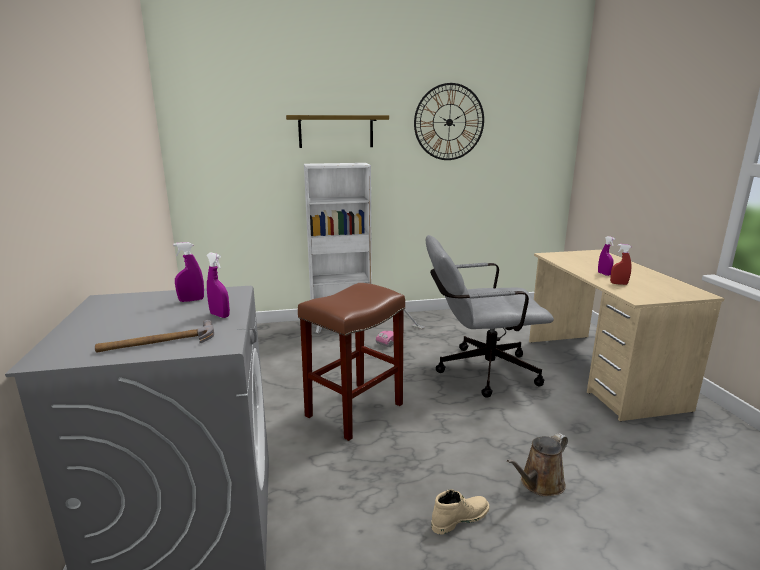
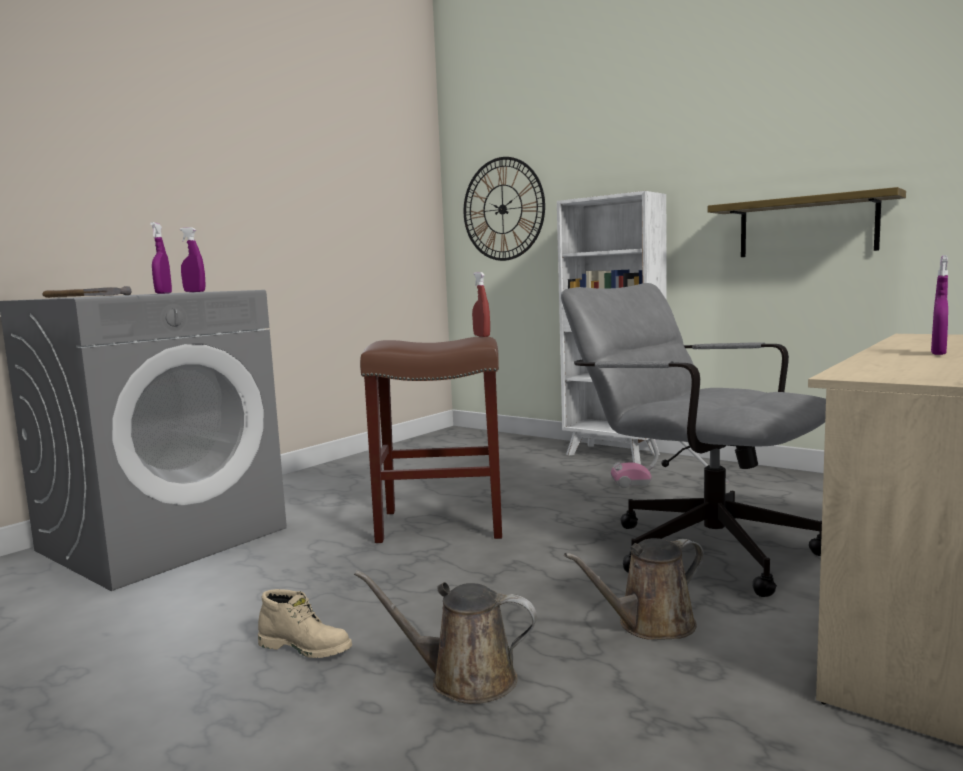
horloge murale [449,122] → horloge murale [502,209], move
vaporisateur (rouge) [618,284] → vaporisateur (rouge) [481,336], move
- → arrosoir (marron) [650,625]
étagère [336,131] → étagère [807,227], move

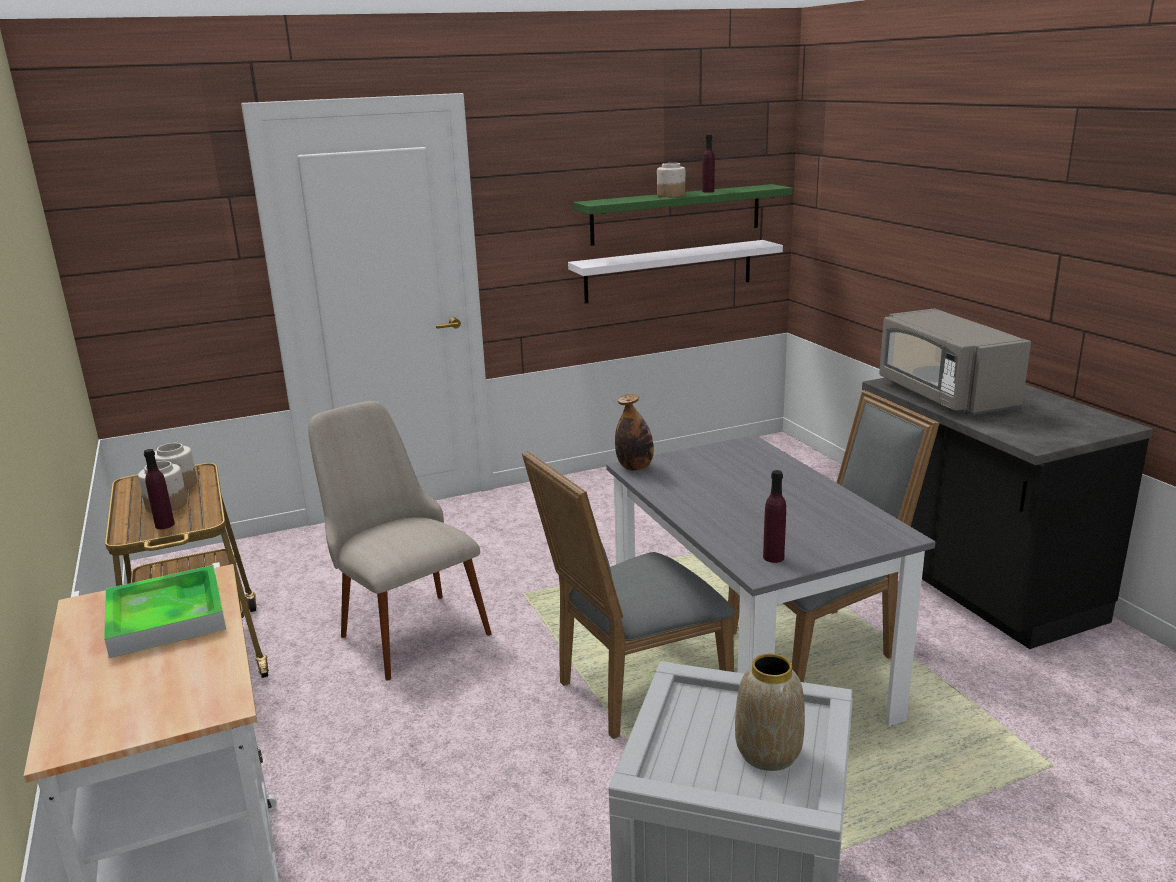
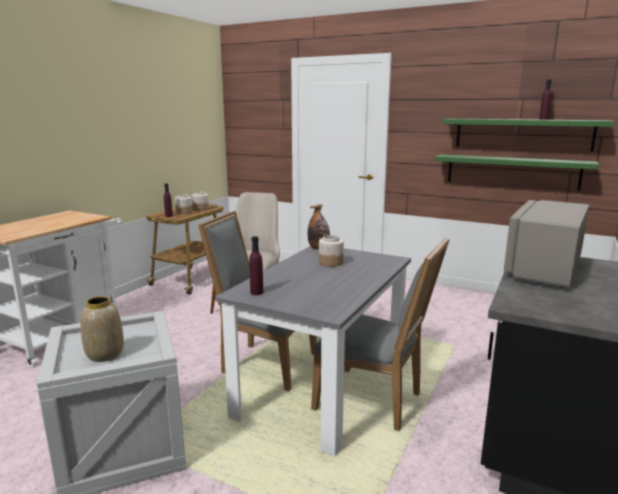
bocal [670,195] → bocal [330,262], move
étagère (blanc) [669,271] → étagère (vert) [511,171]
plateau [166,617] → -

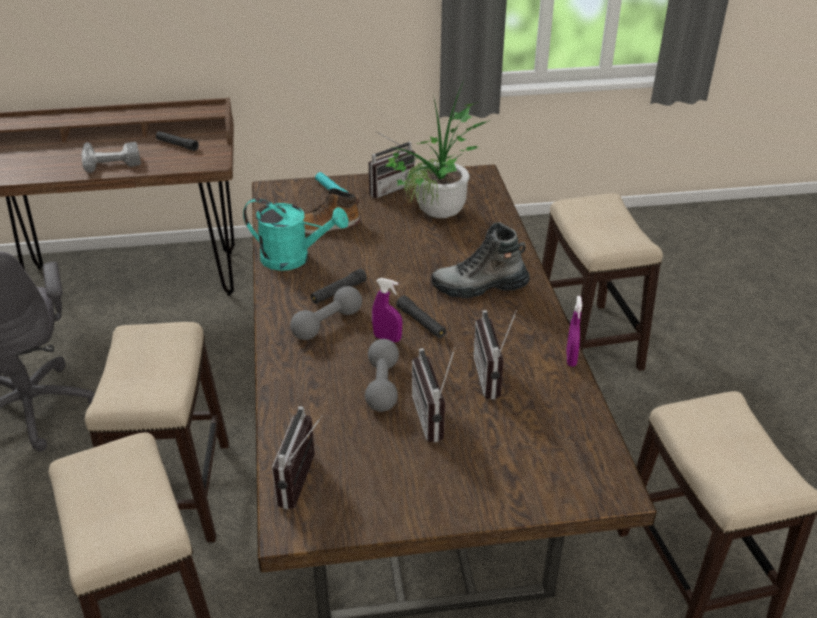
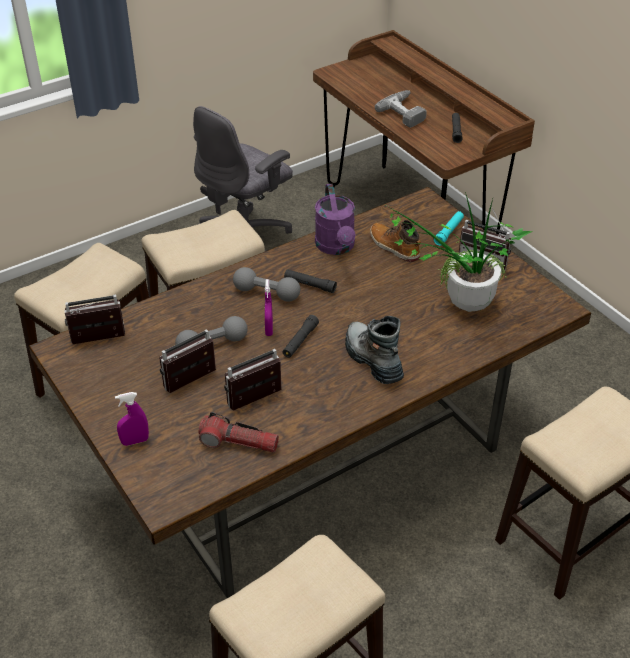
vaporisateur (violet) [571,358] → vaporisateur (violet) [135,441], move
- → lampe de poche [239,443]
arrosoir (turquoise) [294,258] → arrosoir (violet) [336,247]

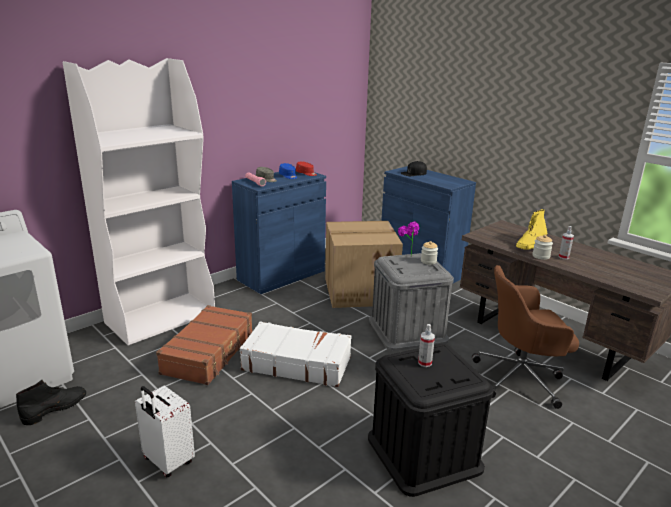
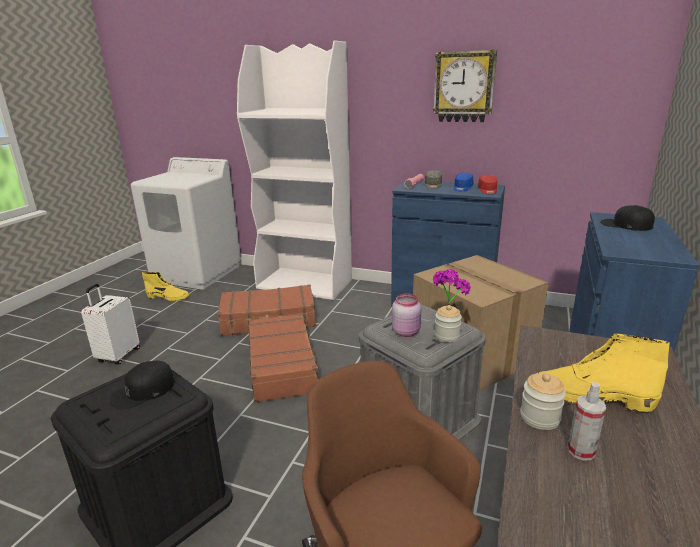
vaporisateur [424,363] → casquette (noir) [143,391]
botte (noir) [55,408] → botte (jaune) [168,297]
valise (blanc) [296,363] → valise (marron) [283,365]
- → bocal (rose) [406,332]
- → horloge murale [464,87]

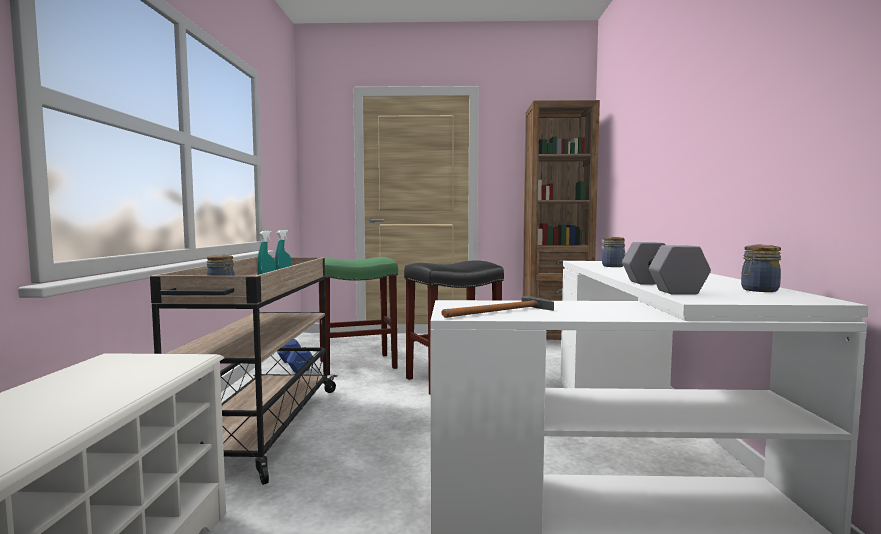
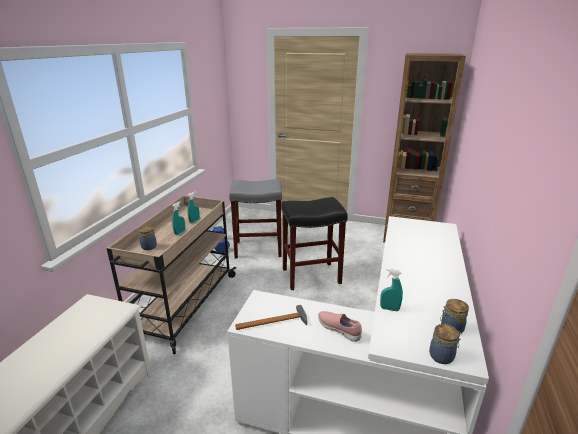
tabouret (vert) [356,364] → tabouret (gris) [257,249]
- → chaussure (rose) [339,330]
haltère (gris) [659,287] → vaporisateur (turquoise) [389,309]
bocal [614,266] → bocal [442,356], move

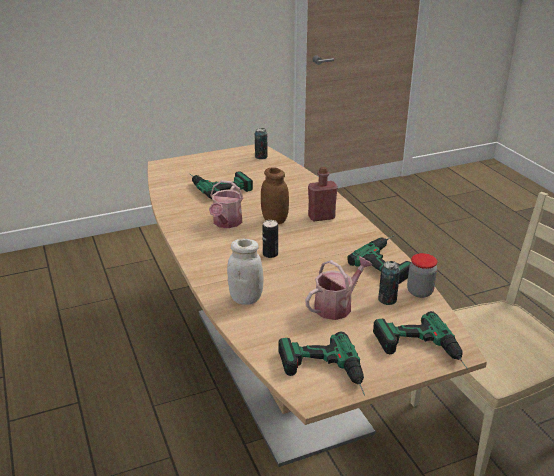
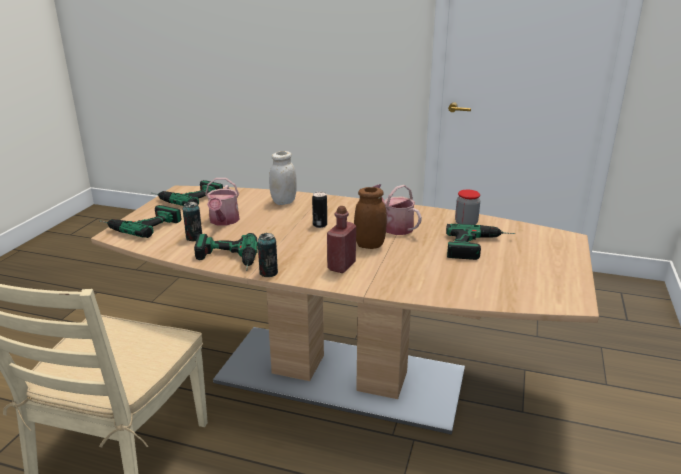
boîte métallique [261,157] → boîte métallique [268,273], move
bocal [420,292] → bocal [466,223], move

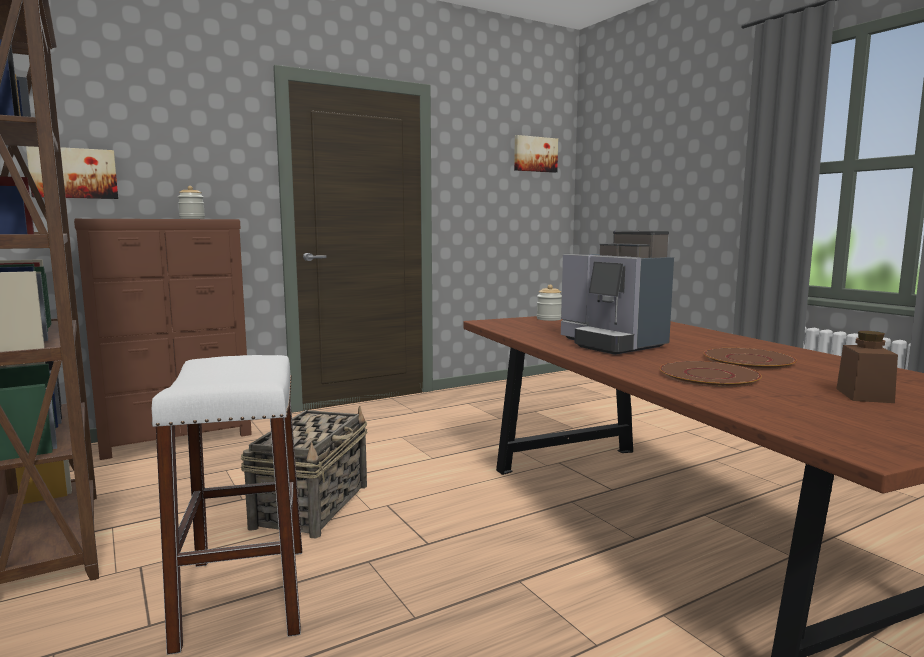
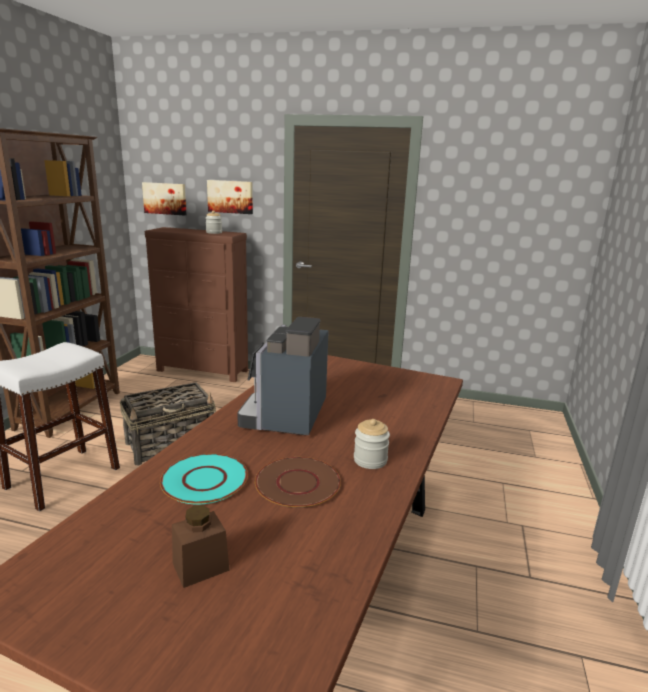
assiette (marron) [708,376] → assiette (turquoise) [204,479]
tableau [535,154] → tableau [230,196], move
bocal [549,319] → bocal [370,460], move

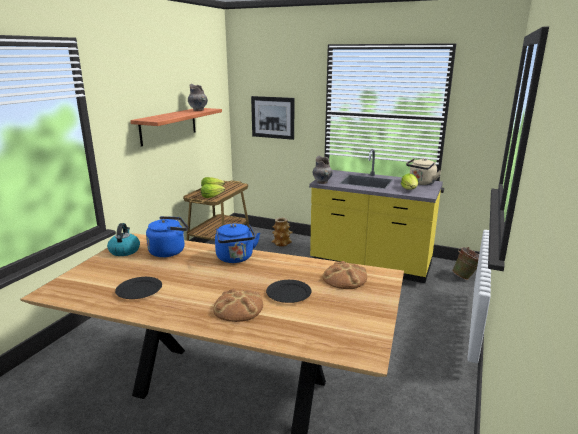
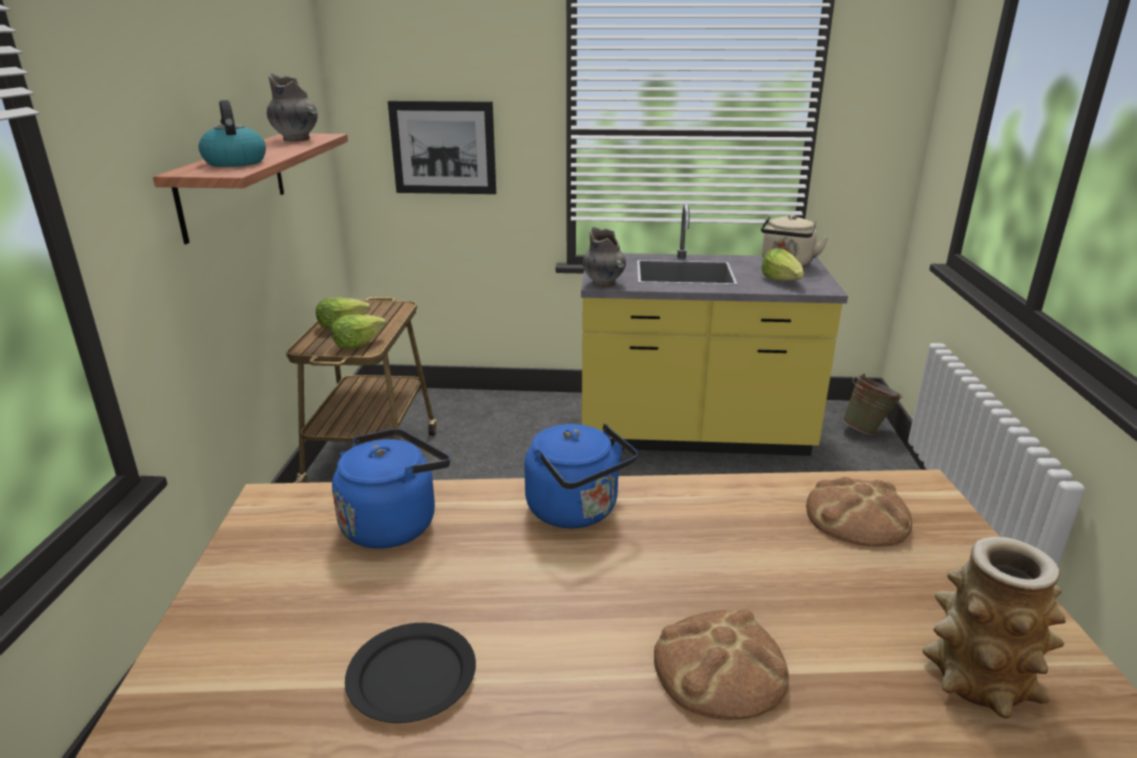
bouilloire [124,251] → bouilloire [235,162], move
vase [282,243] → vase [979,677], move
assiette (noir) [288,293] → -

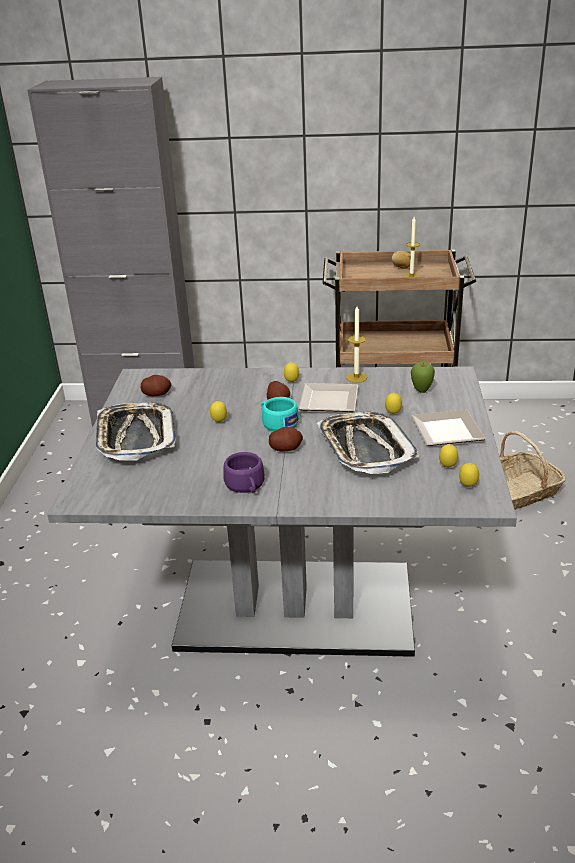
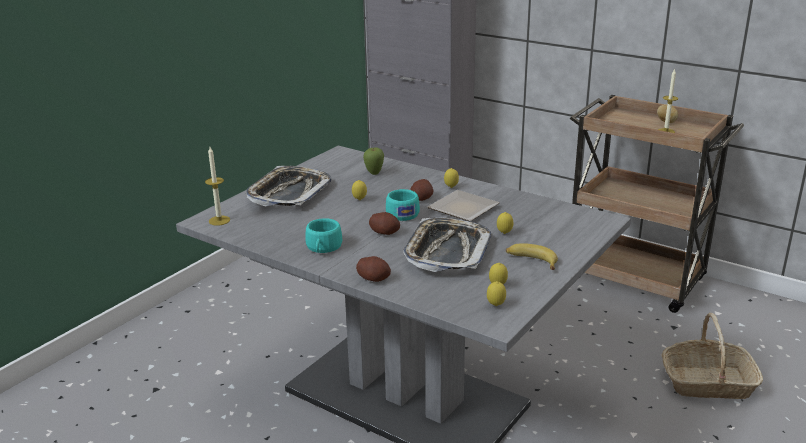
bougie [356,377] → bougie [219,220], move
tasse (violet) [246,486] → tasse (turquoise) [323,248]
pomme de terre [157,394] → pomme de terre [374,278], move
pomme [421,391] → pomme [374,173], move
assiette [445,433] → banane [531,261]

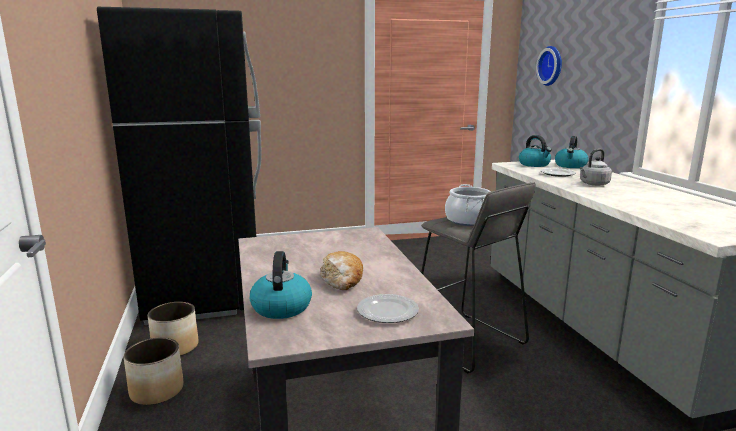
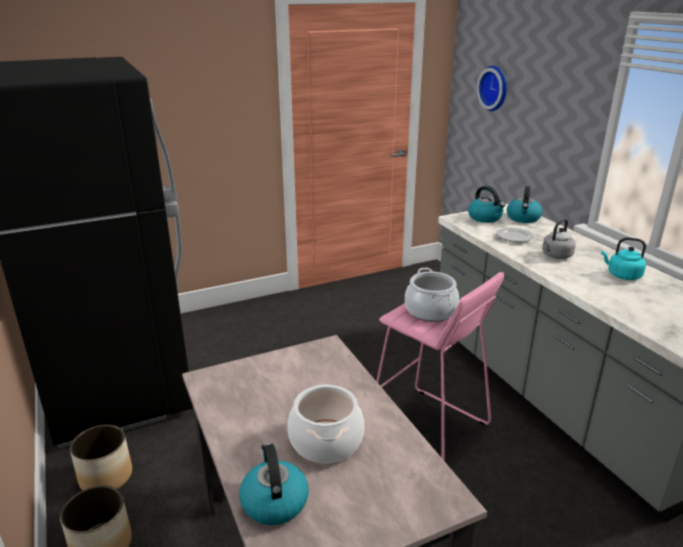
pain [342,279] → marmite [326,441]
tabouret (gris) [467,342] → tabouret (rose) [428,429]
- → bouilloire (turquoise) [622,275]
assiette [387,311] → -

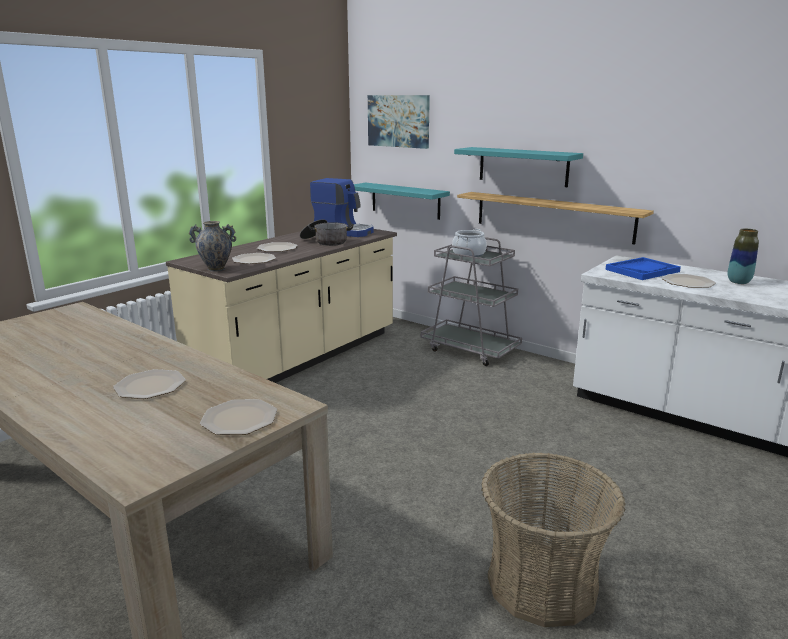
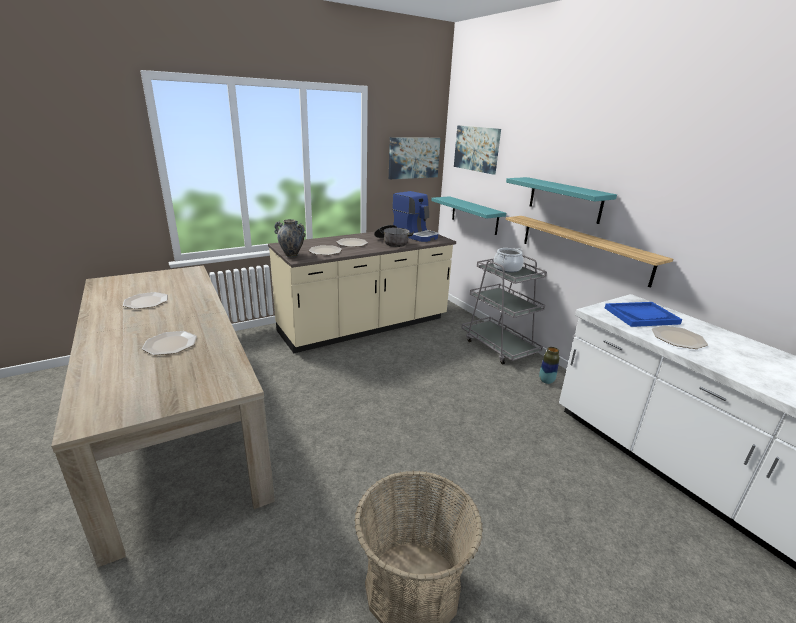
assiette [238,419] → assiette [145,301], move
- → tableau [413,158]
vase [738,282] → vase [546,381], move

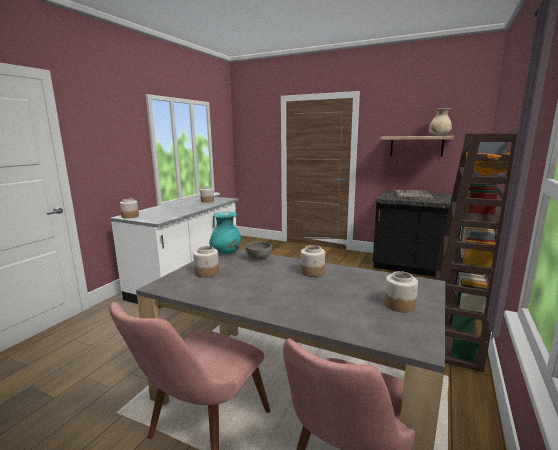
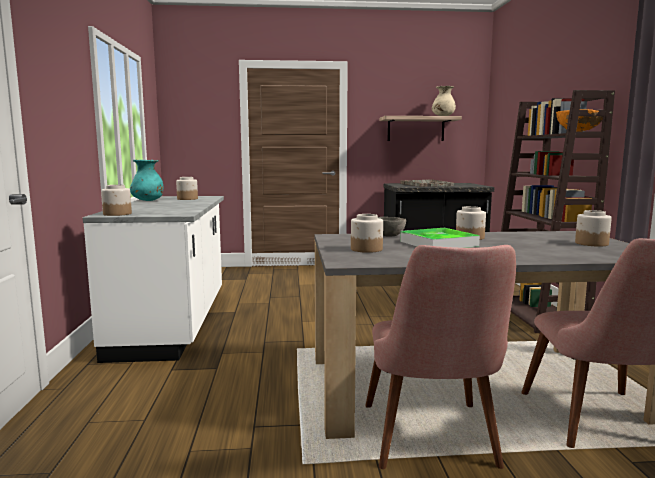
vase (turquoise) [226,252] → vase (turquoise) [148,201], move
- → plateau [438,243]

